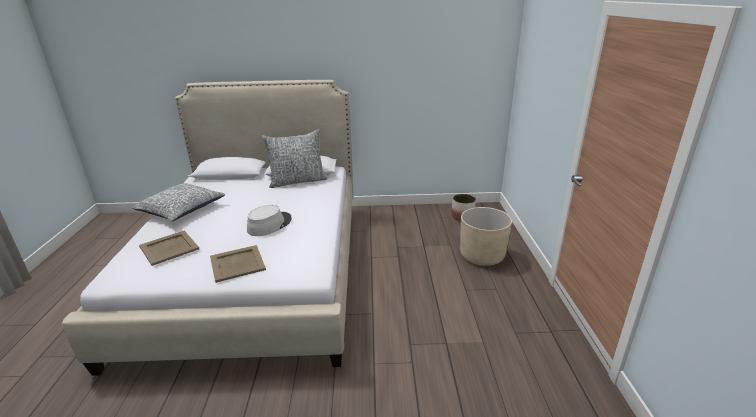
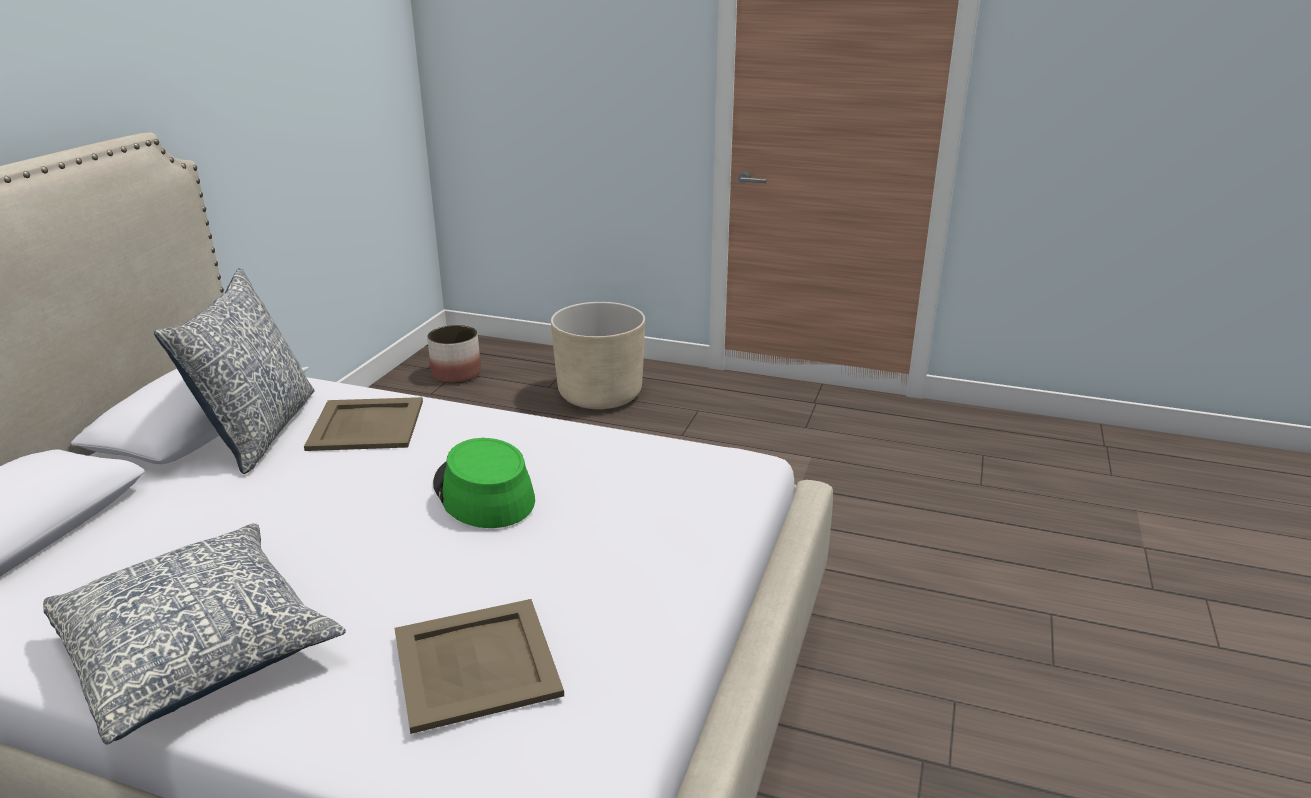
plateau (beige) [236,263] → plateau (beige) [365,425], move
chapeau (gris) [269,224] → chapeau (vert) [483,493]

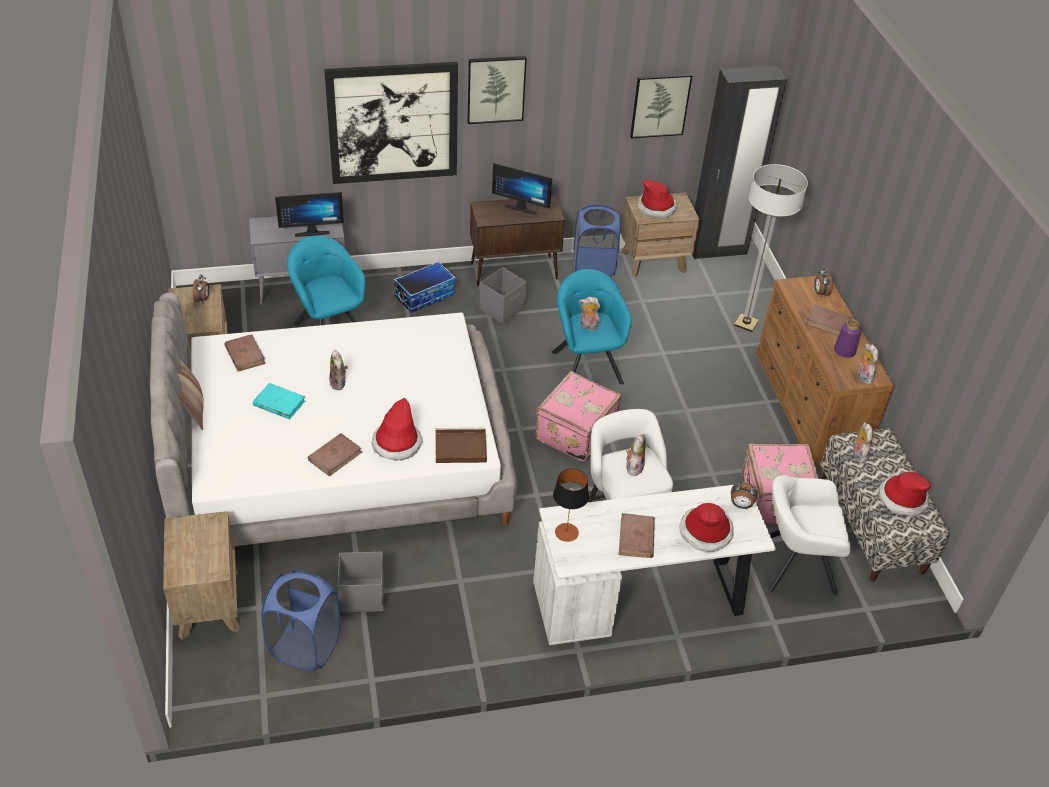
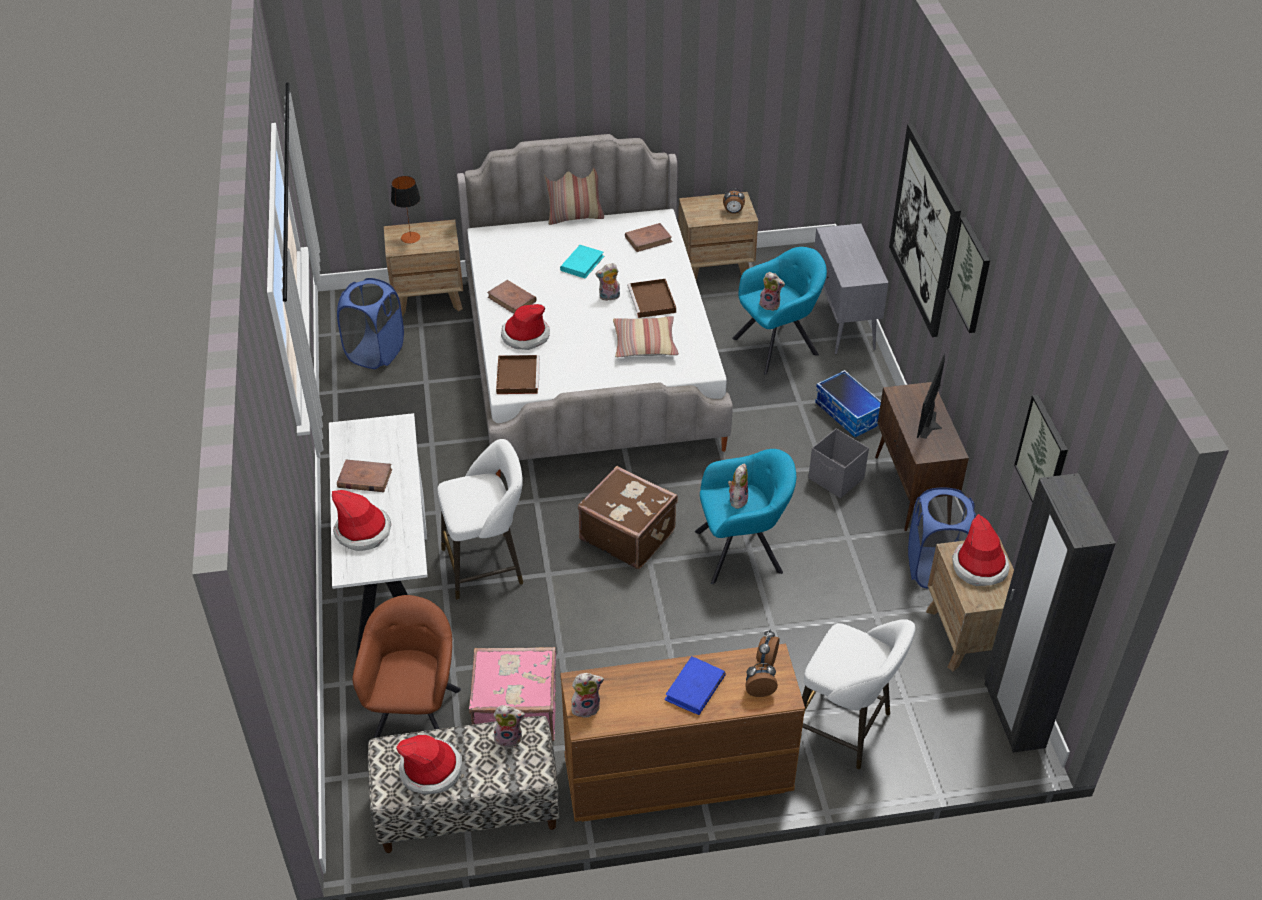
fauteuil (blanc) [793,565] → fauteuil (marron) [416,715]
lampe de table [566,532] → lampe de table [410,237], move
valise (rose) [574,432] → valise (marron) [628,534]
- → coussin [645,344]
- → plateau (marron) [652,301]
livre (marron) [828,323] → livre (bleu) [695,688]
réveil [740,505] → réveil [766,660], move
peluche [633,467] → peluche [770,305], move
lampadaire [746,323] → tabouret (blanc) [846,728]
écran d'ordinateur [311,231] → -
boîte de rangement (gris) [361,595] → -
vase (violet) [844,351] → -

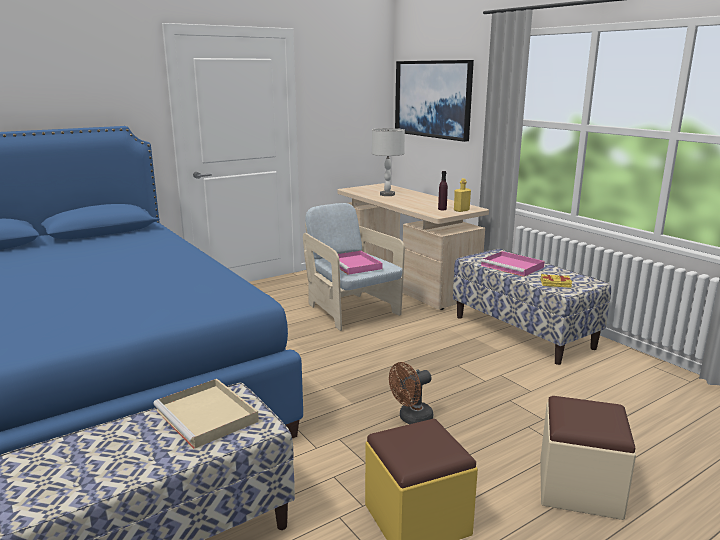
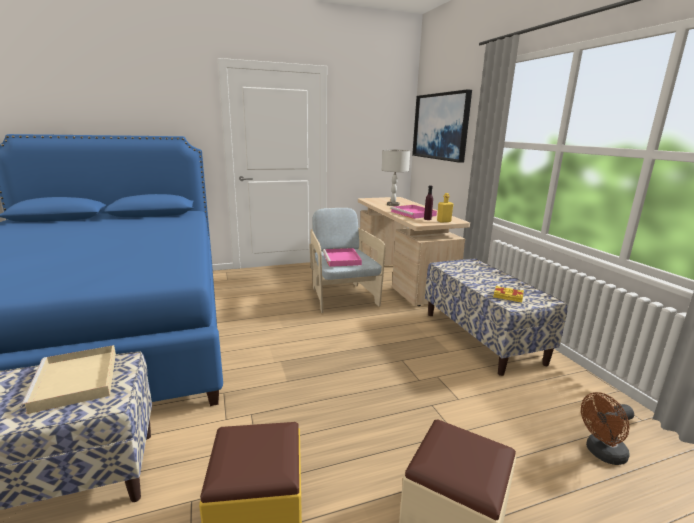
plateau (rose) [513,266] → plateau (rose) [414,214], move
ventilateur (marron) [411,419] → ventilateur (marron) [601,453], move

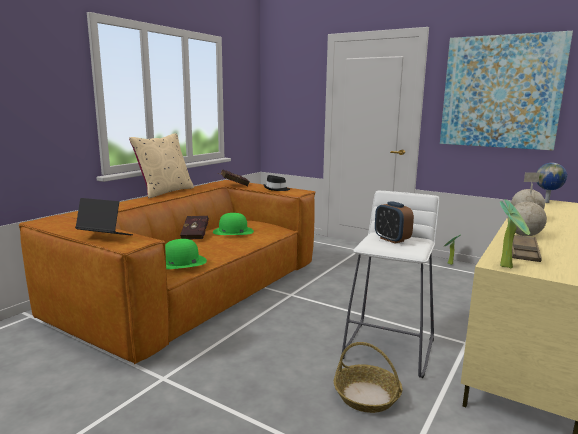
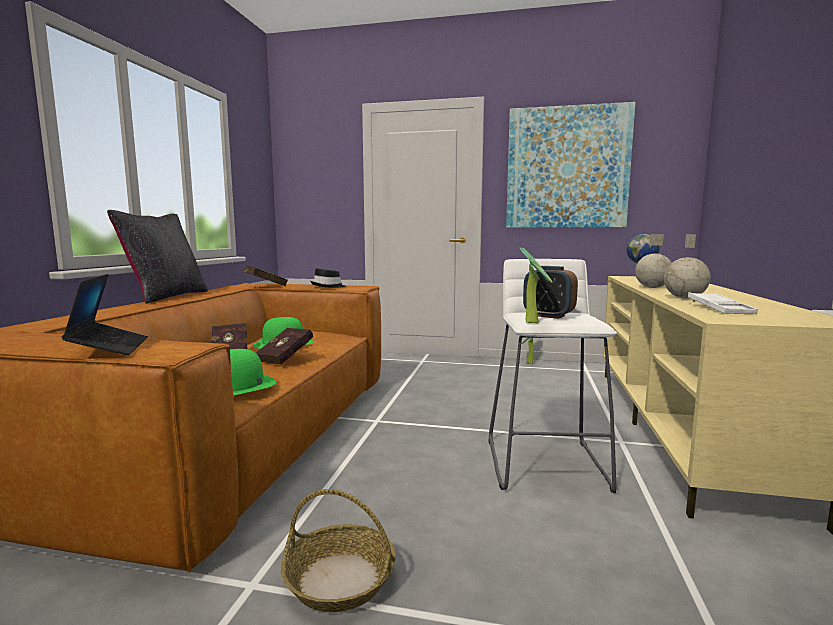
ordinateur portable [104,236] → ordinateur portable [110,347], 75 degrees clockwise
coussin (beige) [165,192] → coussin (noir) [166,297]
- → livre (rouge) [287,358]
panier [367,396] → panier [340,579], move
plante en pot [508,266] → plante en pot [533,322], move
plateau (marron) [523,252] → plateau (blanc) [719,309]

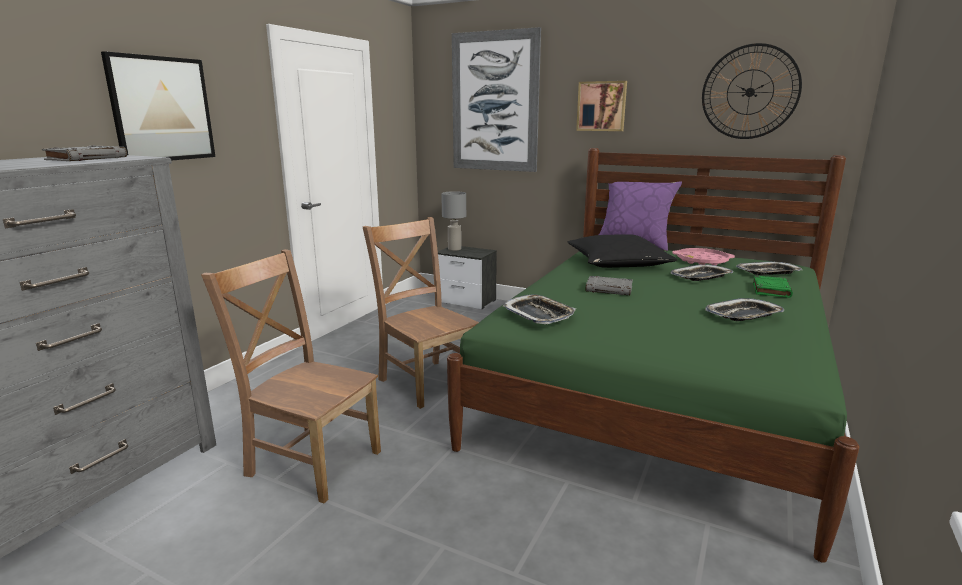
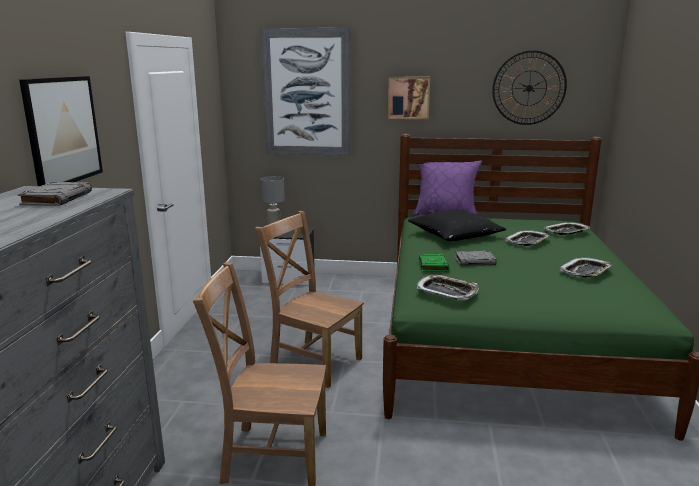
livre (vert) [770,290] → livre (vert) [432,265], move
plateau (rose) [702,261] → -

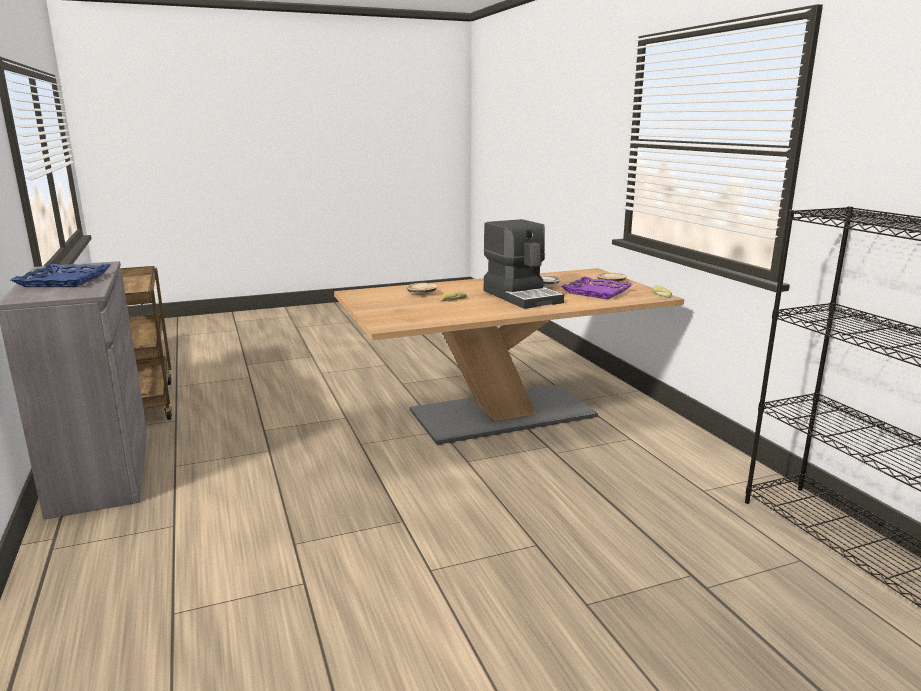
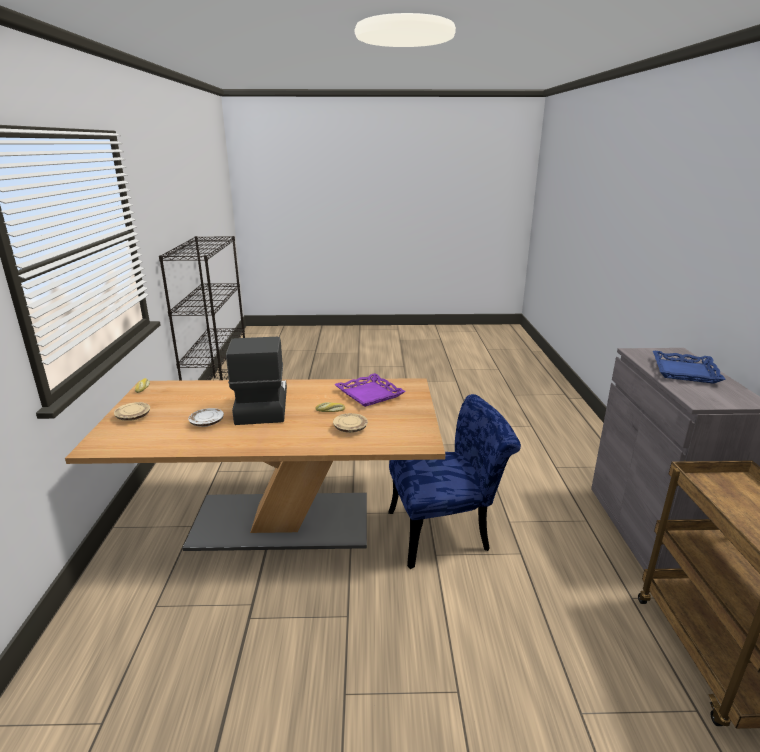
plateau (violet) [597,292] → plateau (violet) [369,394], move
- → chaise (bleu) [447,531]

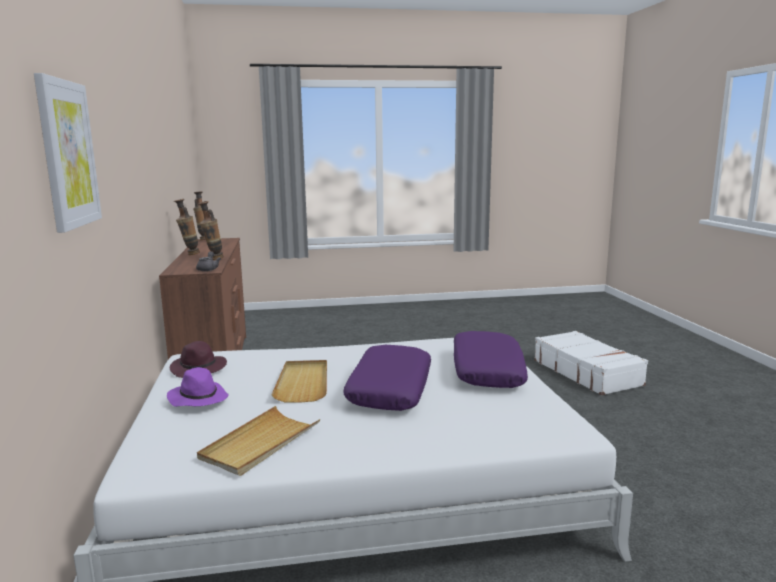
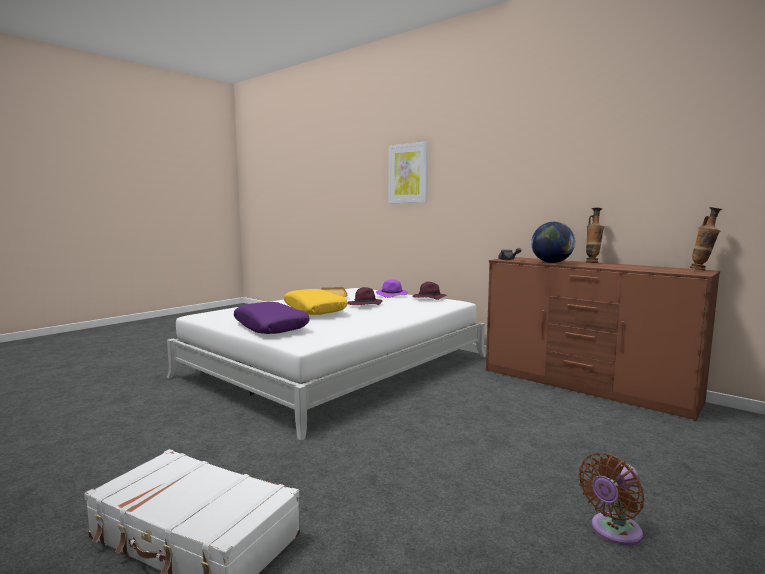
coussin (violet) [389,389] → coussin (jaune) [315,310]
plateau (beige) [303,383] → chapeau (violet) [364,305]
vase [213,259] → globe [551,262]
- → ventilateur (marron) [613,531]

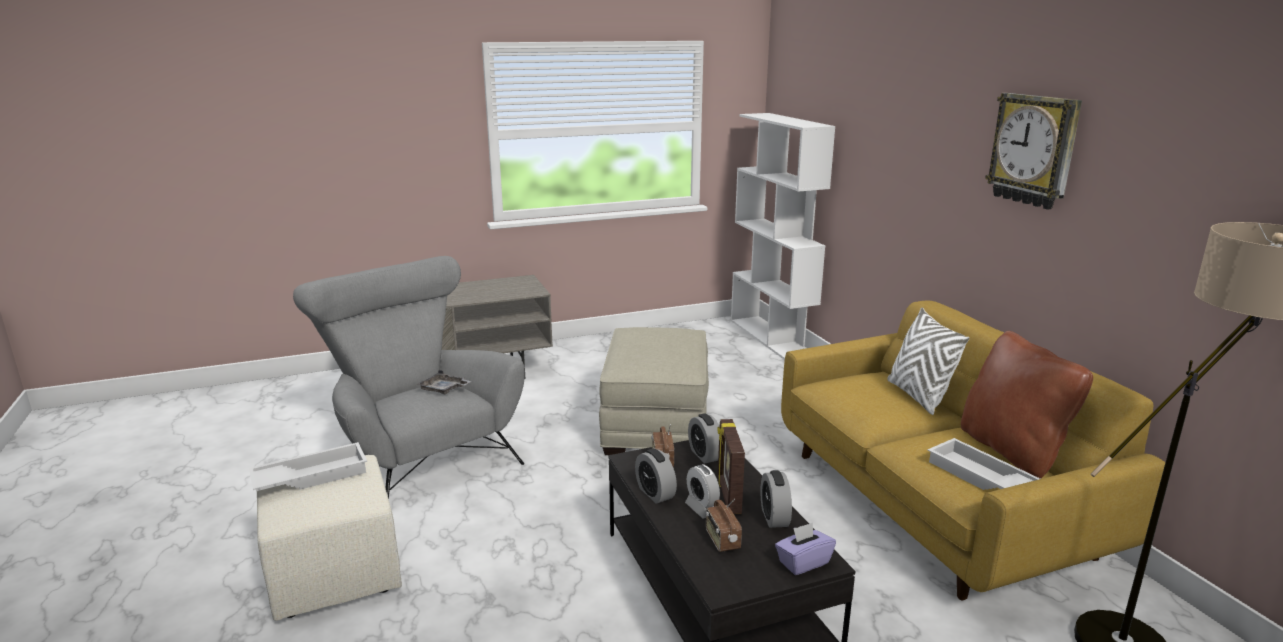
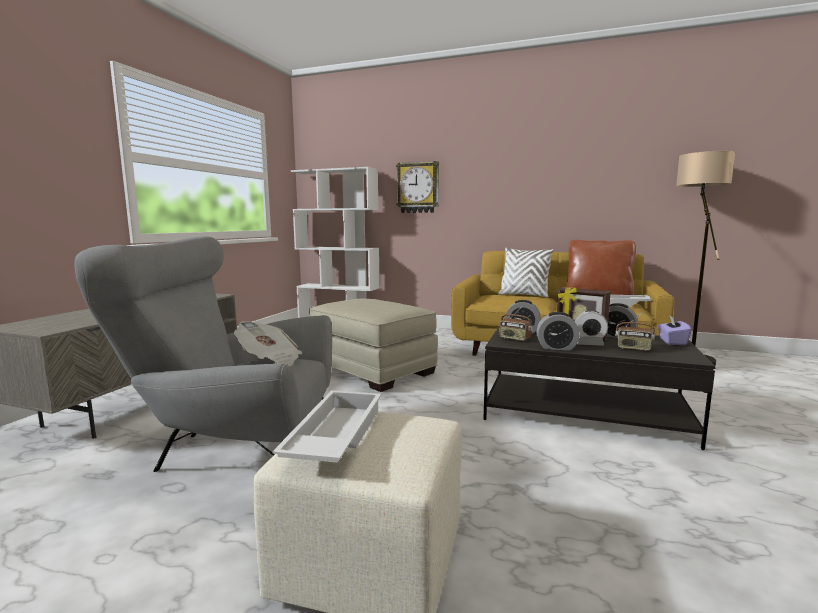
plateau (gris) [444,389] → journal [270,360]
horloge murale [1034,150] → horloge murale [418,187], move

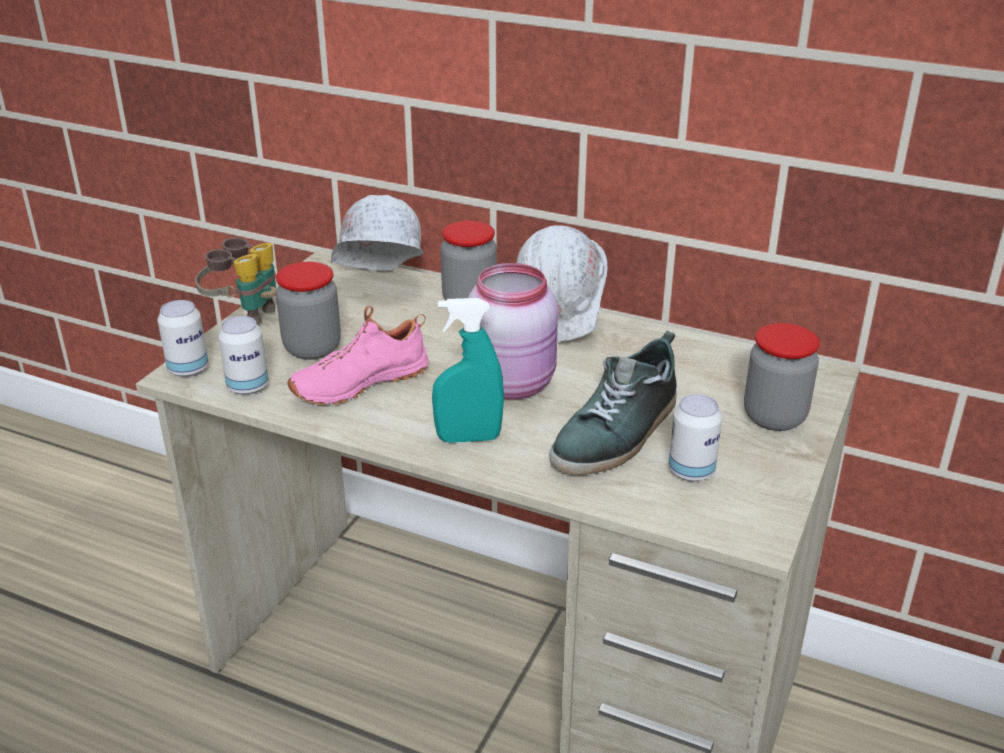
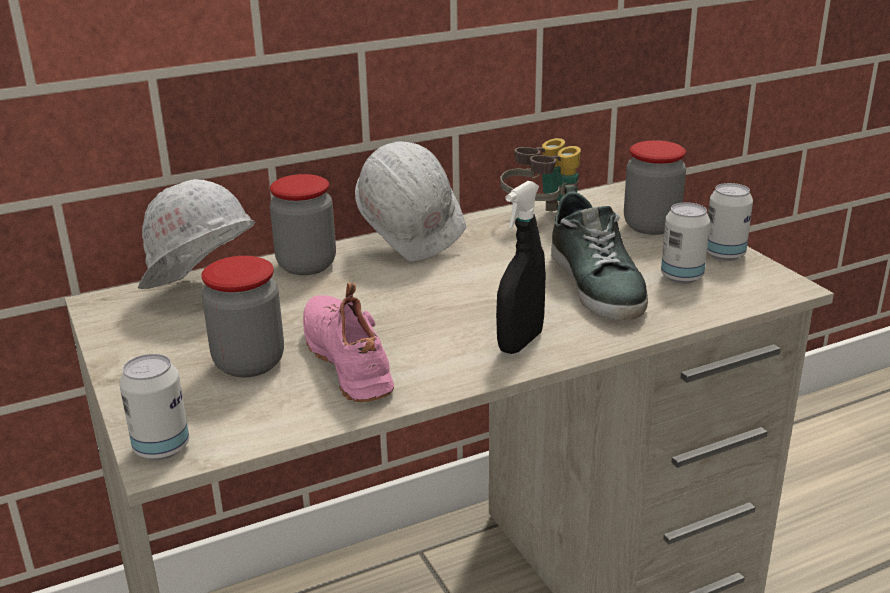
chaussure (rose) [359,382] → chaussure (rose) [351,360], 150 degrees clockwise
vaporisateur (turquoise) [468,438] → vaporisateur (noir) [520,342]
jumelles [244,315] → jumelles [541,220], move
boîte métallique [248,387] → boîte métallique [724,255], move
bocal (rose) [513,383] → -

